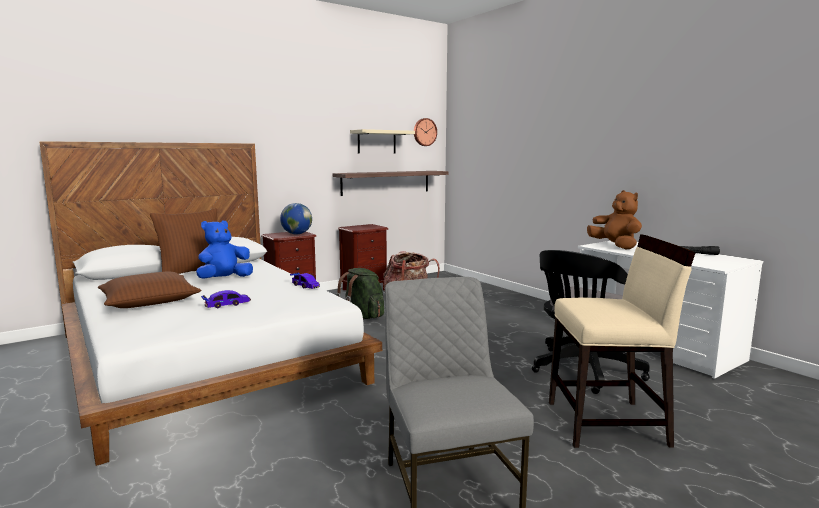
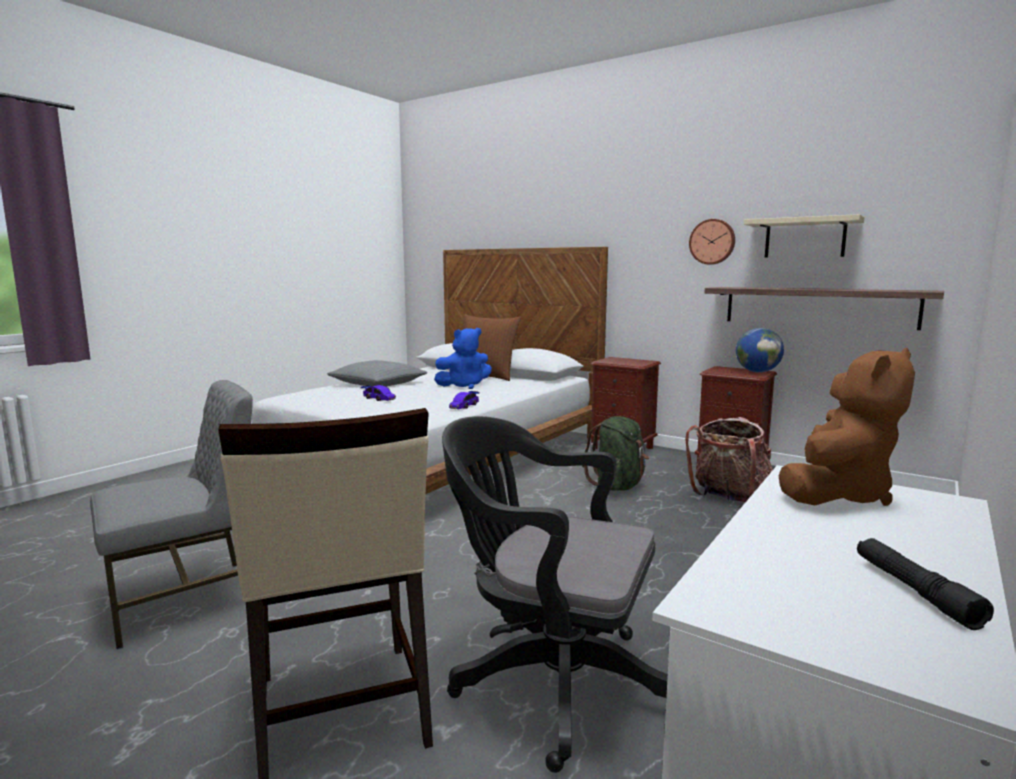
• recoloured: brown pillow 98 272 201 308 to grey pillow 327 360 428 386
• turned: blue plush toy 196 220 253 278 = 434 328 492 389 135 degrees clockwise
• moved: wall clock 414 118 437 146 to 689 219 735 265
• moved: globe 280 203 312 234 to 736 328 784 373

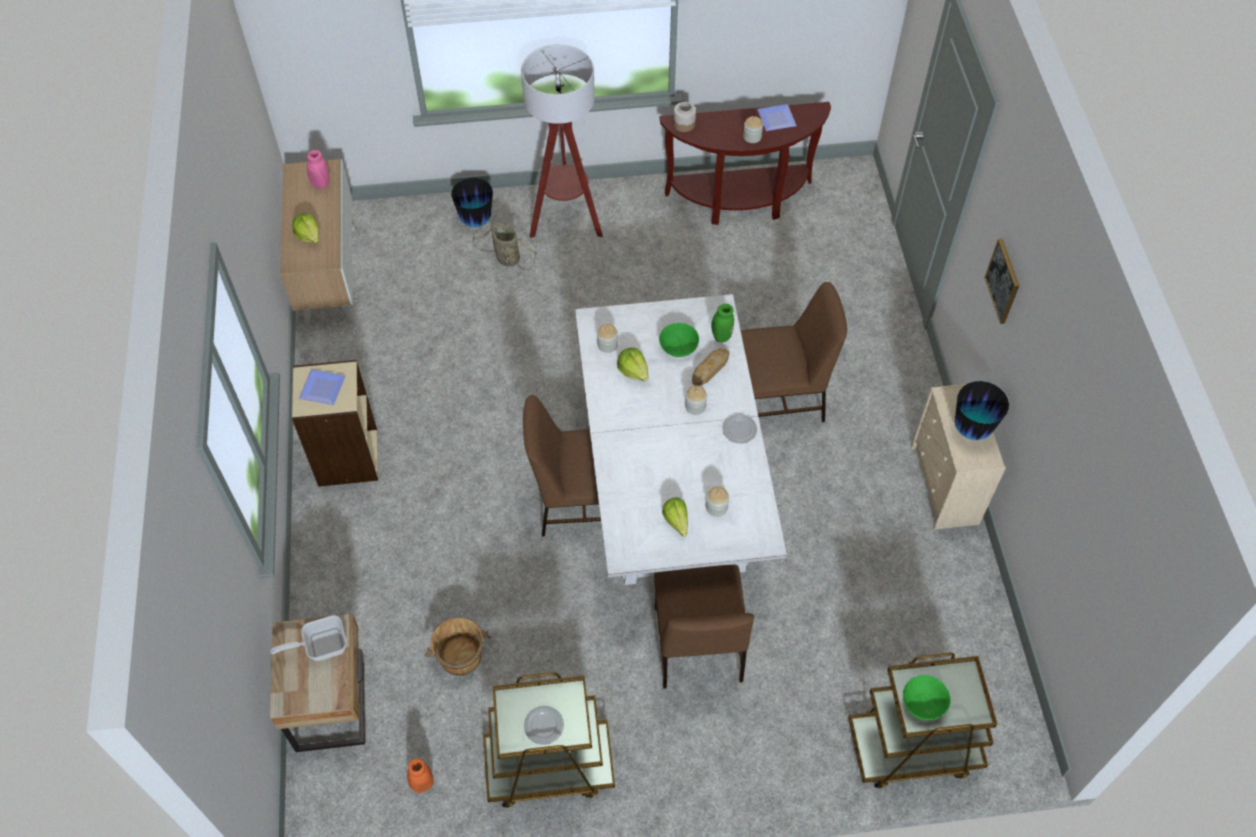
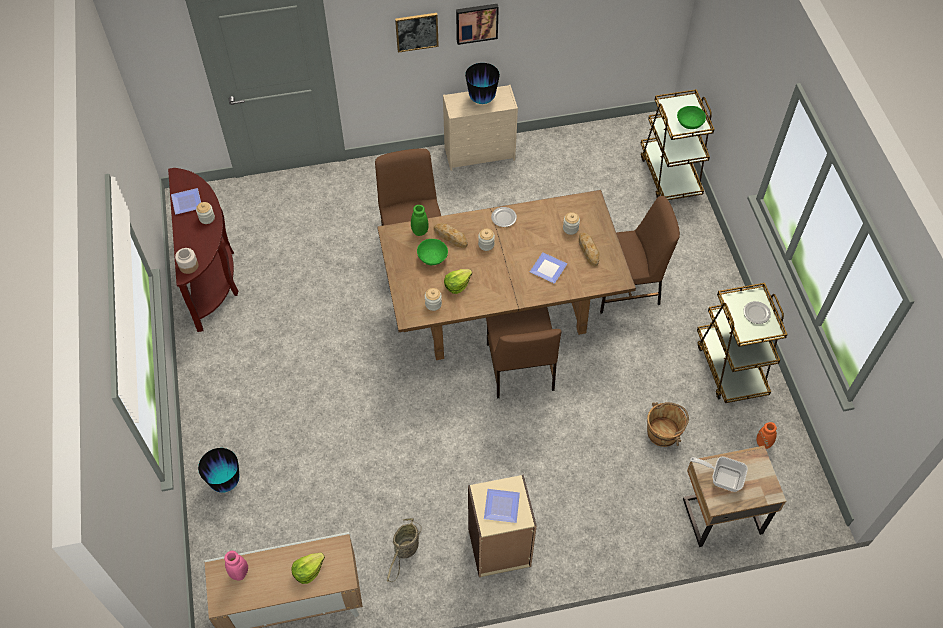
• recoloured: white dining table 575 294 787 585 to brown dining table 377 190 636 360
• moved: basket 473 223 537 270 to 387 518 422 582
• added: picture 456 4 499 45
• added: plate 530 252 567 283
• replaced: lettuce 662 498 688 537 to bread 579 233 599 266
• turned: frying pan 270 615 346 661 = 690 456 748 492 135 degrees clockwise
• removed: floor lamp 521 44 603 238

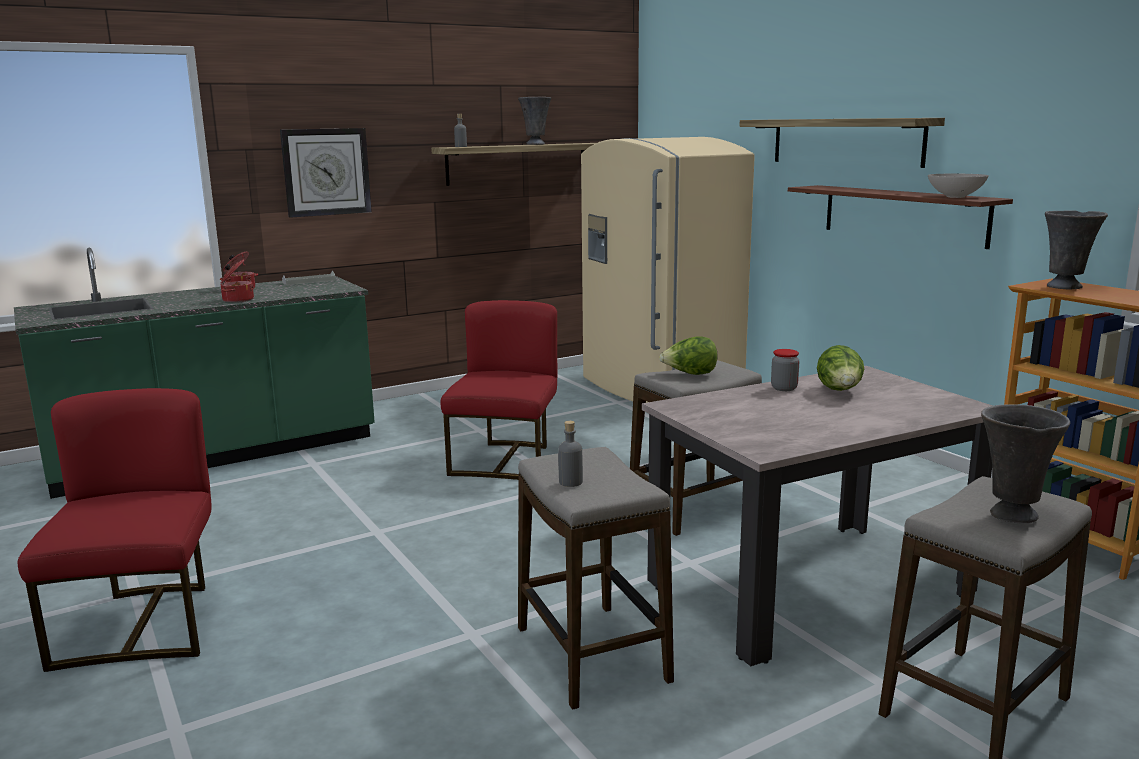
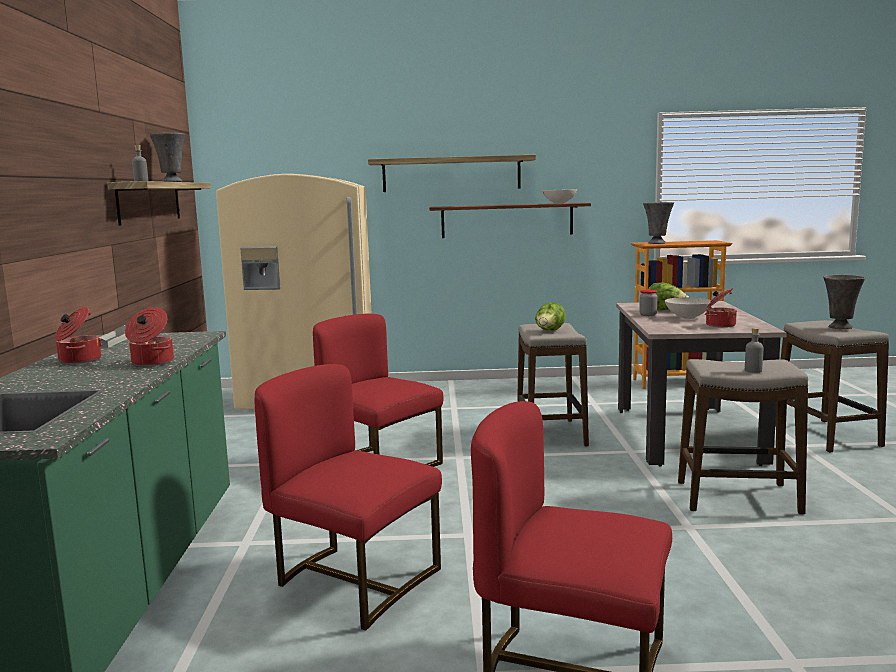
• added: red chair 255 364 442 631
• added: white bowl 665 297 712 319
• added: cooking pot 705 288 737 328
• removed: wall clock 280 128 372 218

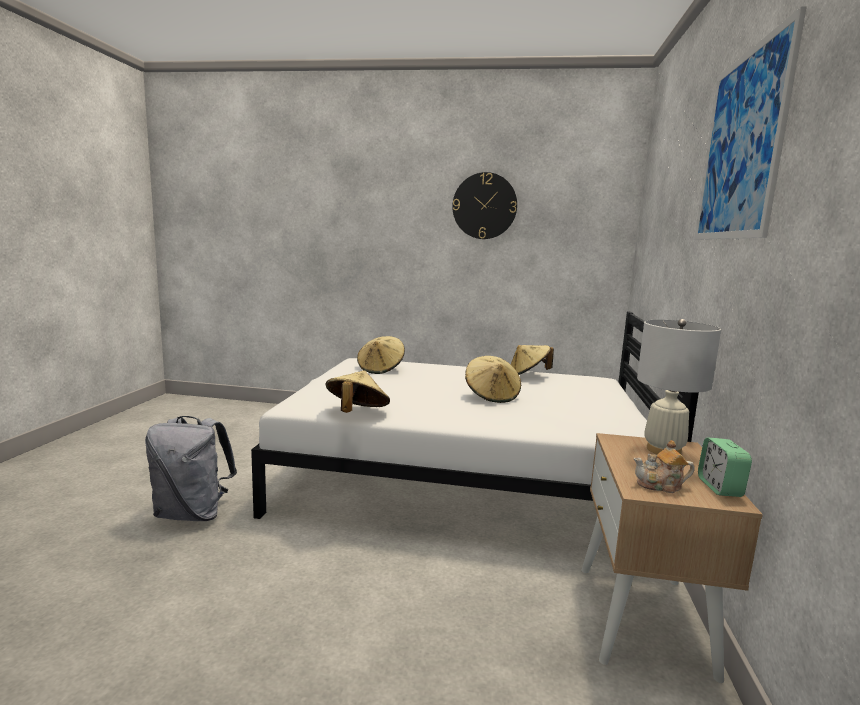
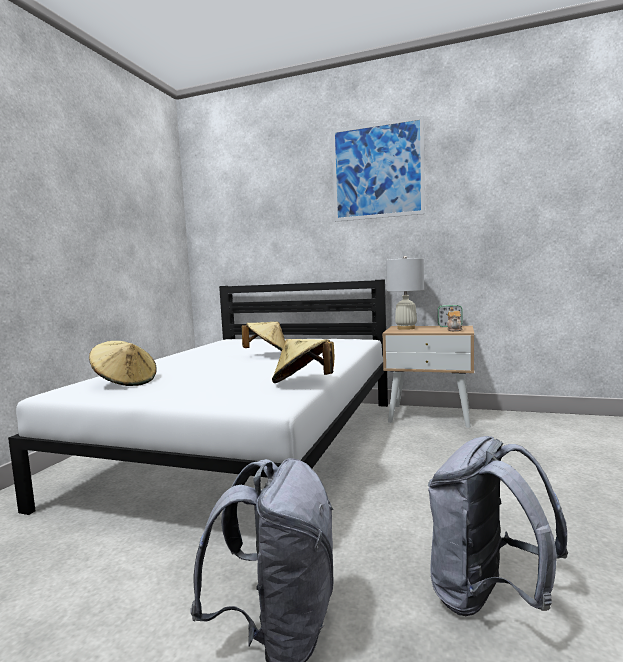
• added: grey backpack 428 436 568 616
• removed: wall clock 452 172 517 239
• removed: beige hat 511 345 554 375

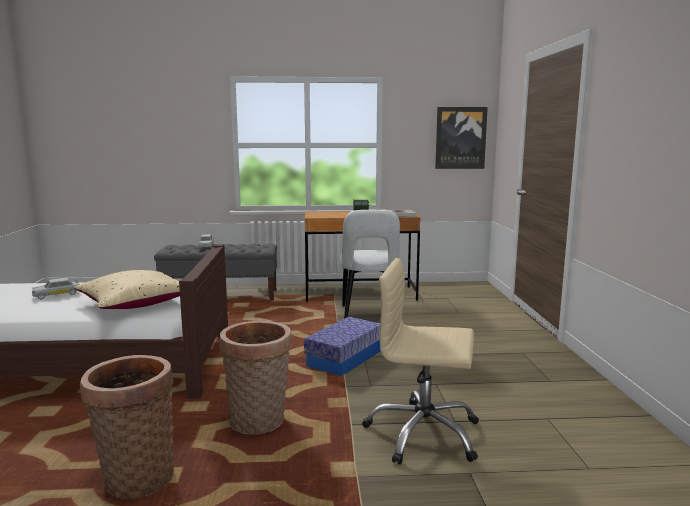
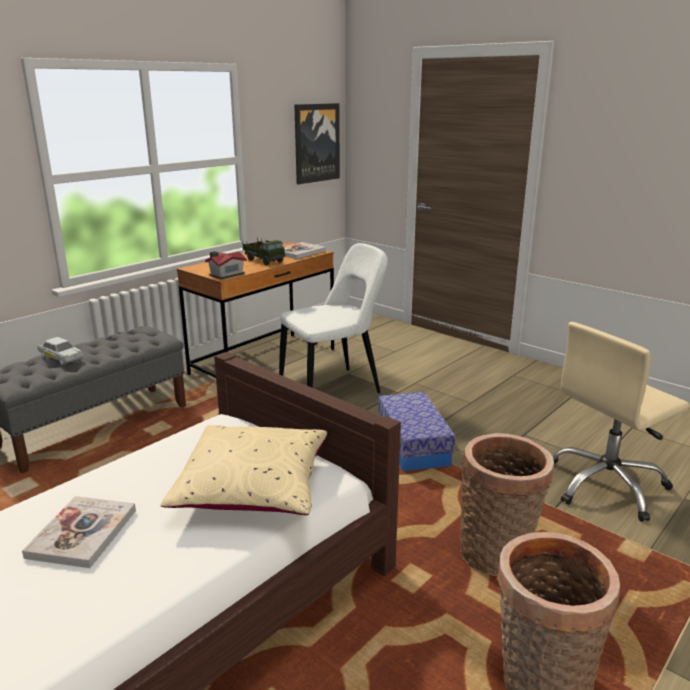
• replaced: white toy car 32 278 80 299 to book 22 496 136 568
• added: toy house 205 251 247 279
• turned: white chair 341 210 400 319 = 279 243 388 393 75 degrees counterclockwise

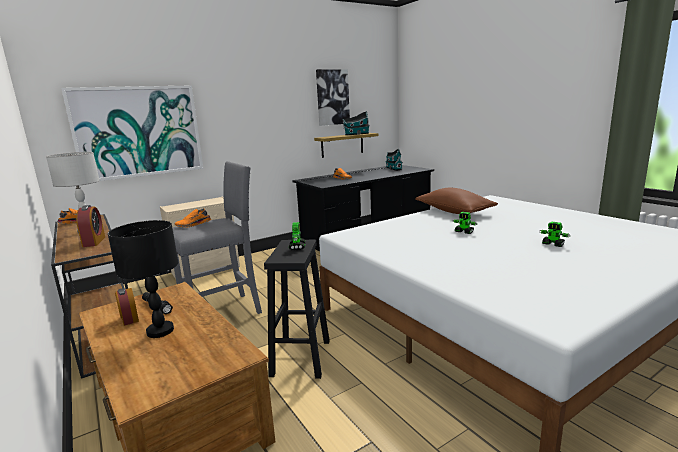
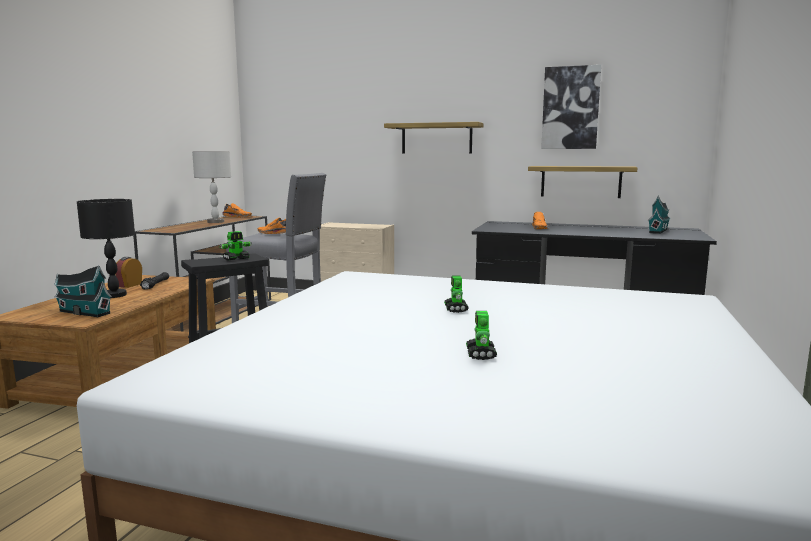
• moved: toy house 343 111 370 135 to 54 265 112 317
• added: shelf 384 122 484 154
• removed: picture 61 85 203 181
• removed: alarm clock 76 205 105 247
• removed: brown pillow 415 188 498 214

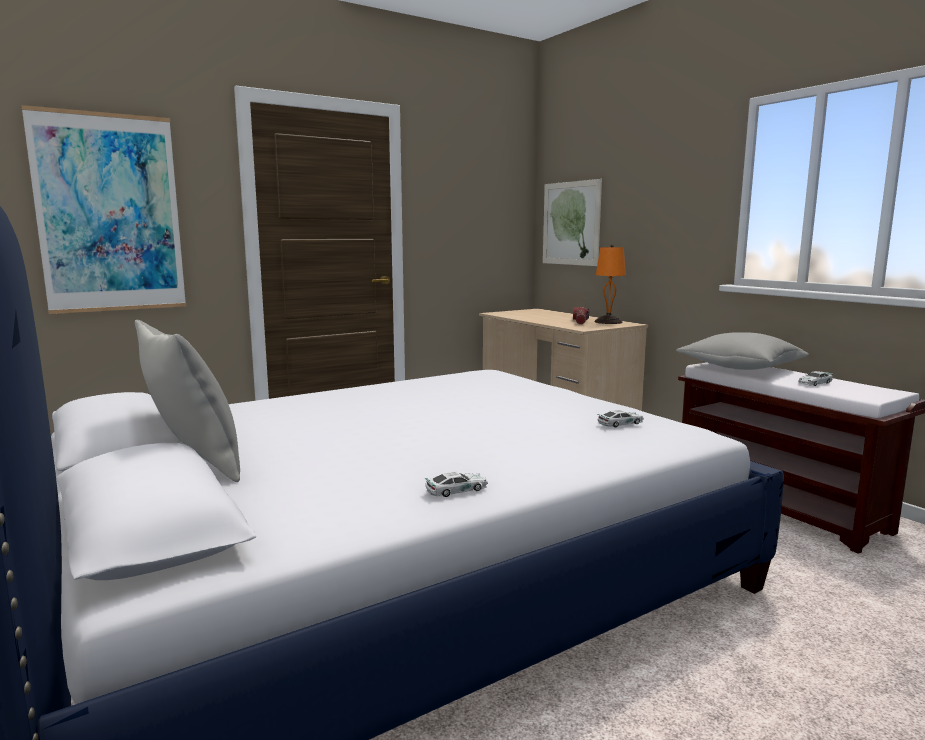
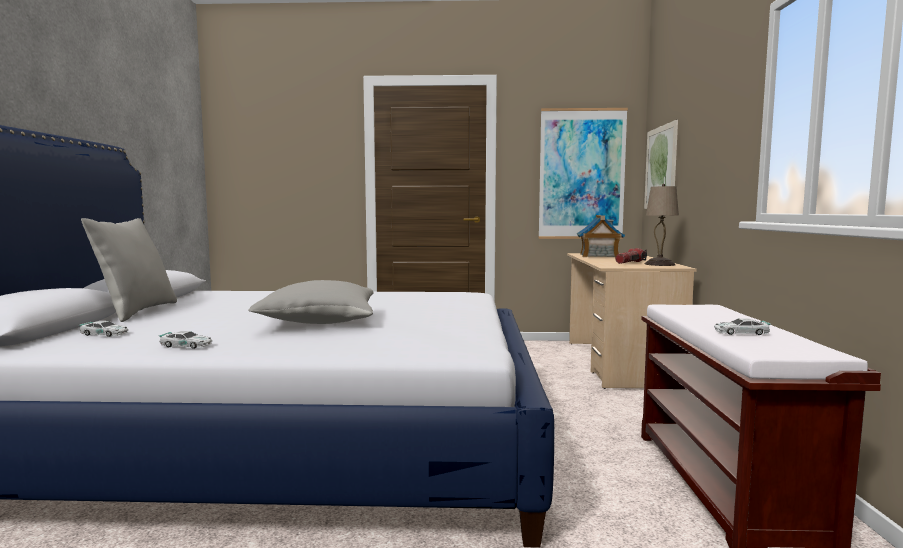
• moved: toy car 598 410 644 428 to 79 321 128 337
• moved: grey pillow 676 332 809 370 to 248 280 374 324
• moved: picture 22 105 186 314 to 539 108 628 239
• added: toy house 577 215 625 258
• recoloured: orange table lamp 594 244 626 324 to beige table lamp 645 184 679 266

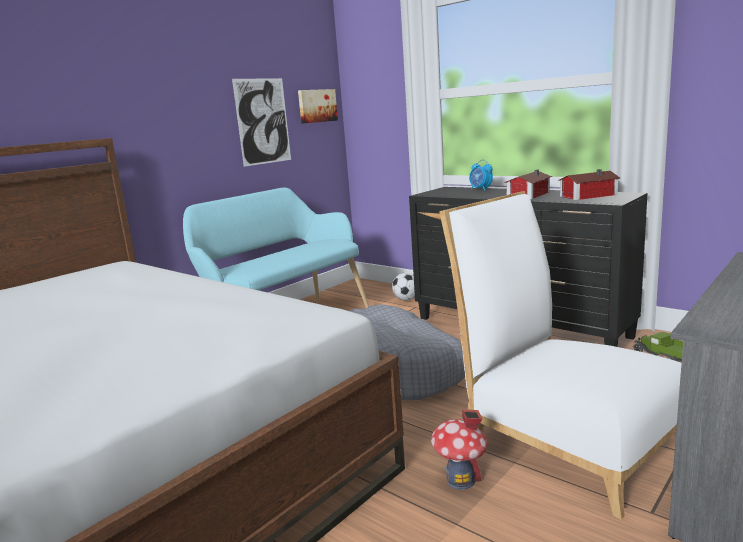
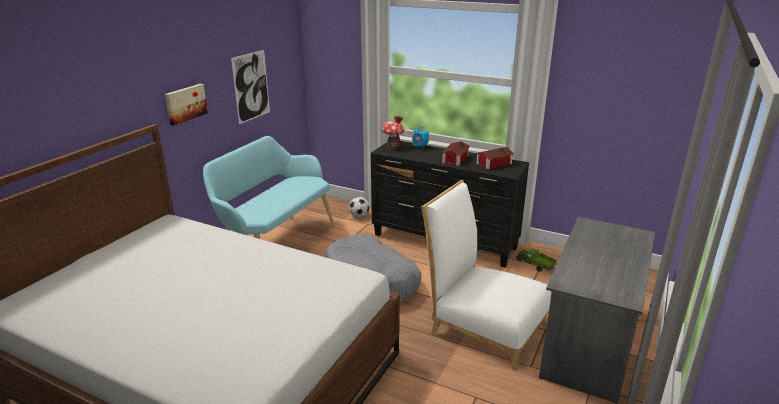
• moved: picture 298 89 338 124 to 165 84 208 126
• moved: toy house 431 409 487 490 to 381 116 404 149

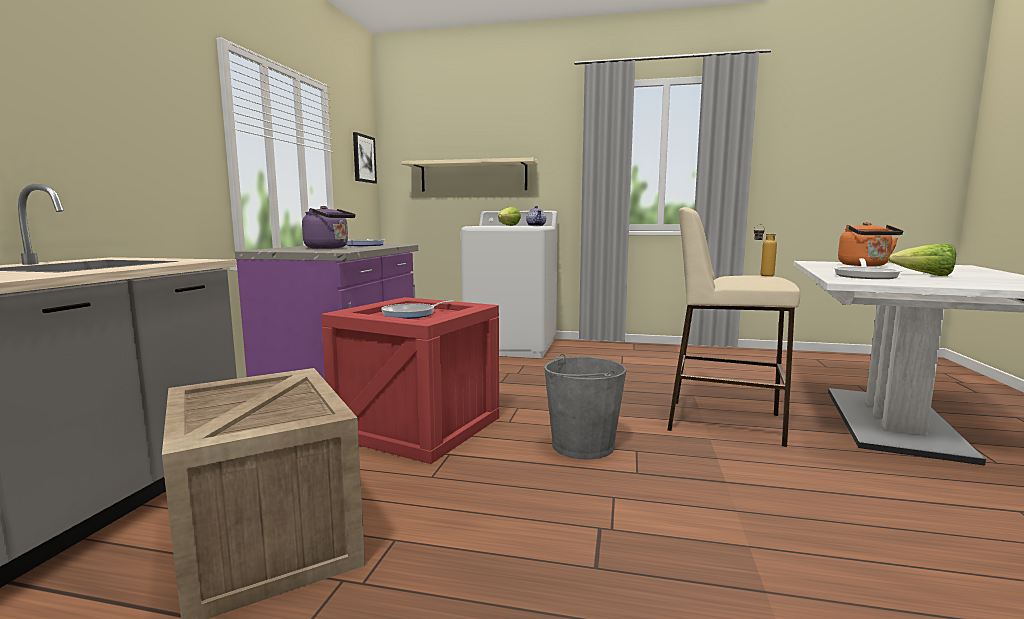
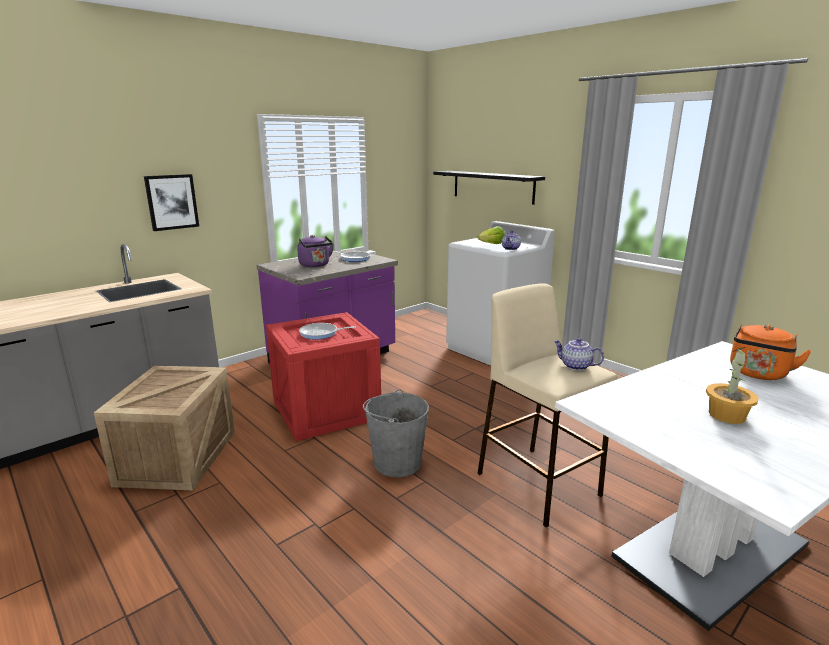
• moved: picture 353 132 377 183 to 144 174 199 231
• recoloured: beige shelf 402 158 538 192 to black shelf 433 171 545 205
• replaced: bottle 754 224 777 276 to teapot 554 338 604 371
• replaced: lettuce 888 243 956 276 to potted plant 706 347 759 424
• removed: frying pan 833 258 903 279

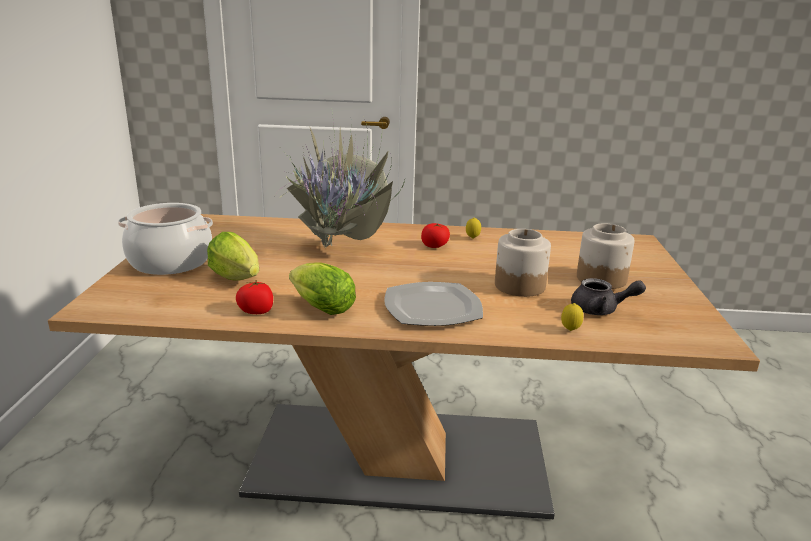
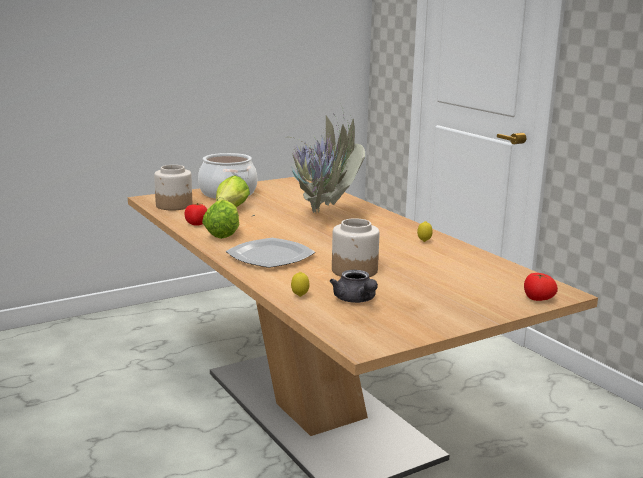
• moved: jar 577 223 635 289 to 154 165 192 210
• moved: tomato 421 223 450 248 to 524 273 558 301

